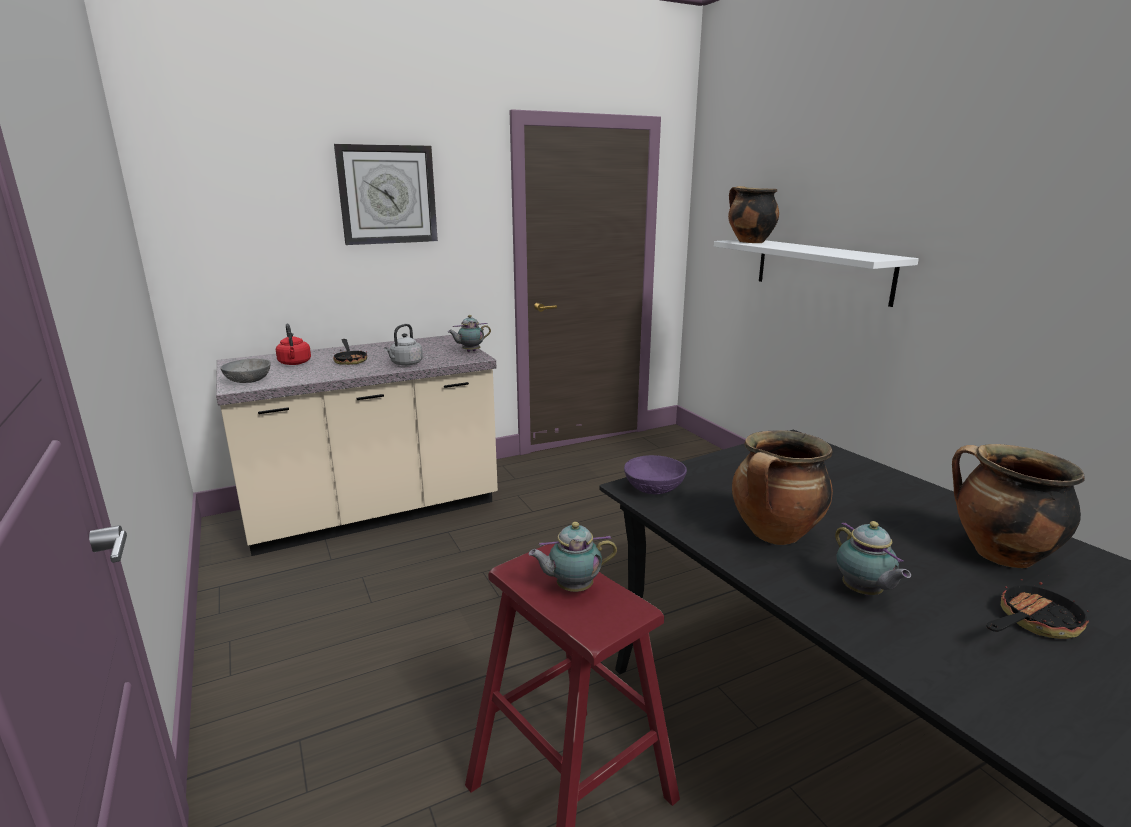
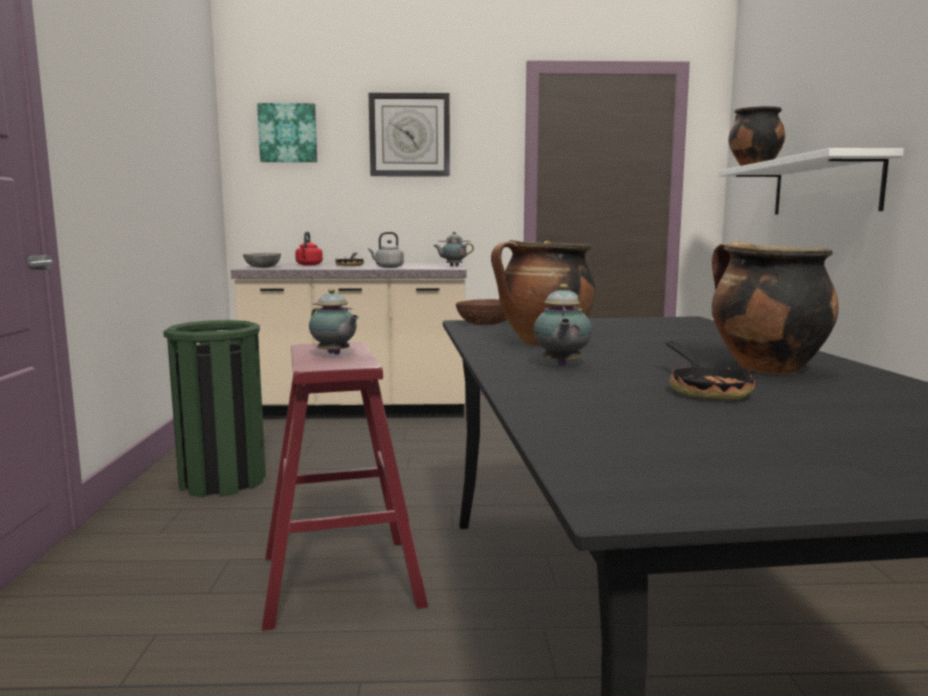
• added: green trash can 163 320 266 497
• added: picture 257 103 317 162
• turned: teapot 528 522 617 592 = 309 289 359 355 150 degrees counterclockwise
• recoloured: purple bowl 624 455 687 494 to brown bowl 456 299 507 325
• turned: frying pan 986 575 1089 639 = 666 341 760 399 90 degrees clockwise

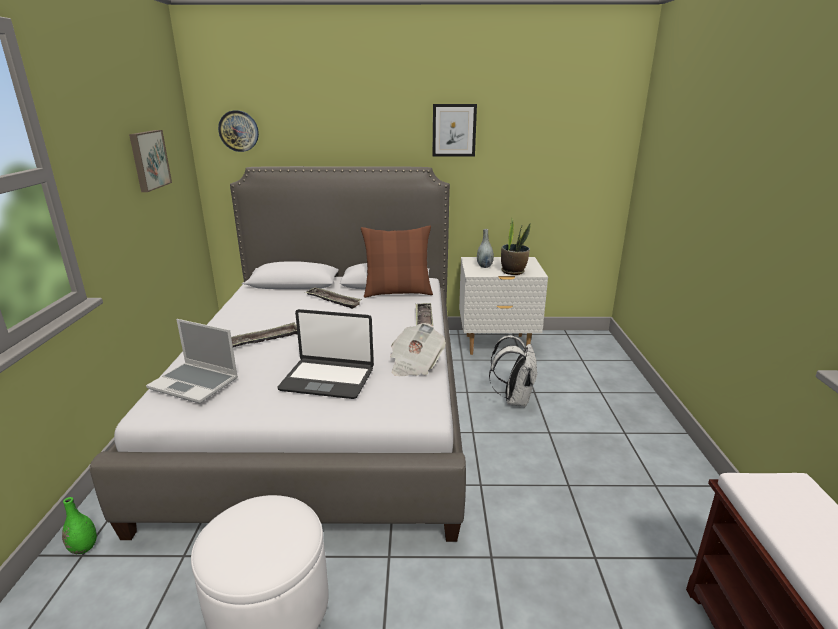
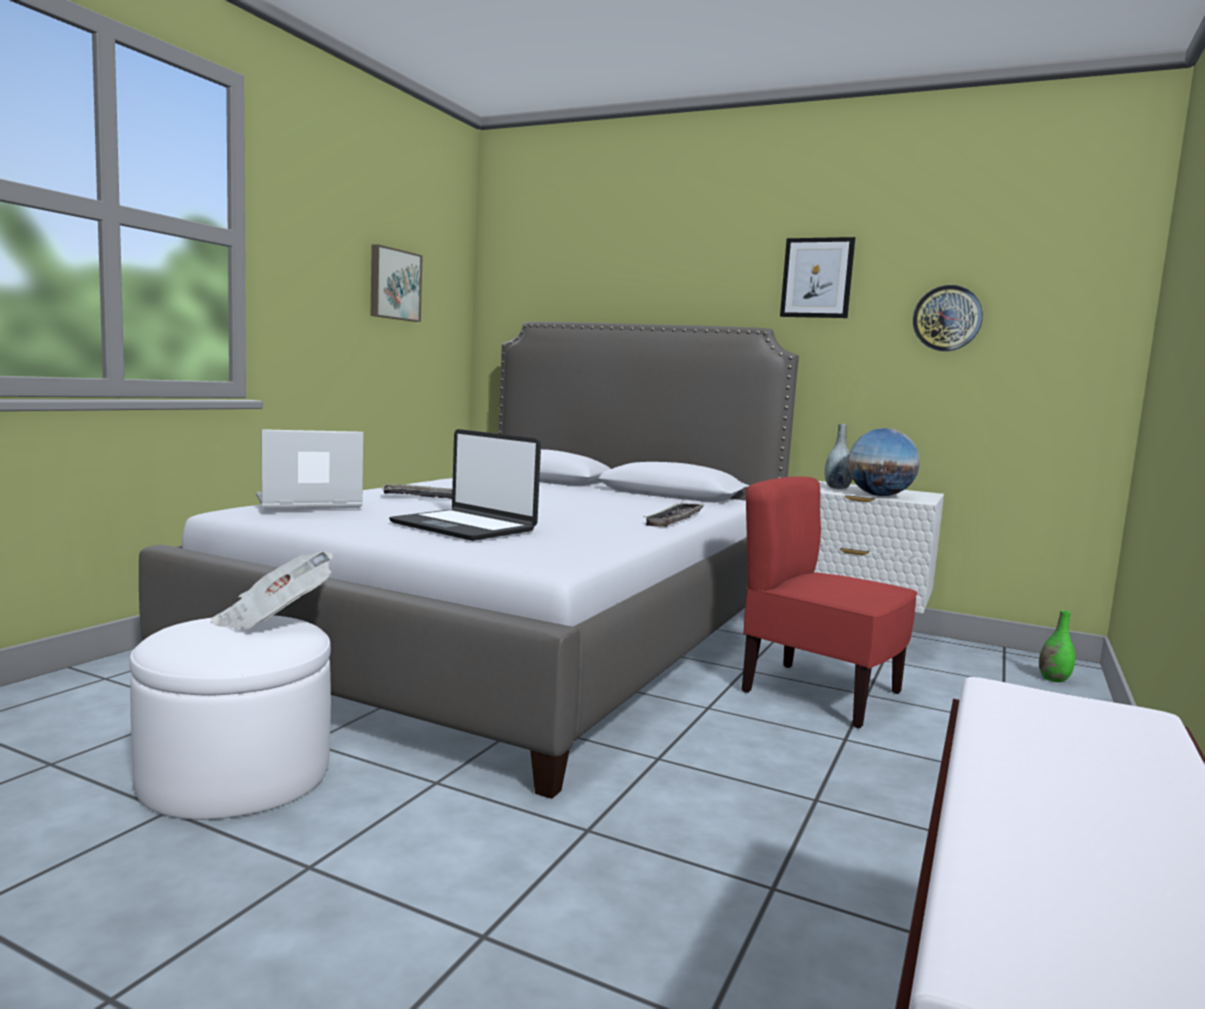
• moved: newspaper 390 323 446 376 to 210 551 334 630
• turned: laptop 146 319 238 404 = 256 429 364 509 105 degrees clockwise
• replaced: white backpack 489 335 537 407 to red chair 742 476 918 729
• replaced: potted plant 501 219 531 275 to globe 848 428 920 496
• moved: wall clock 218 110 259 152 to 913 285 983 351
• moved: green vase 62 497 97 554 to 1039 610 1075 682
• removed: tray 305 287 362 309
• removed: brown pillow 361 226 433 298

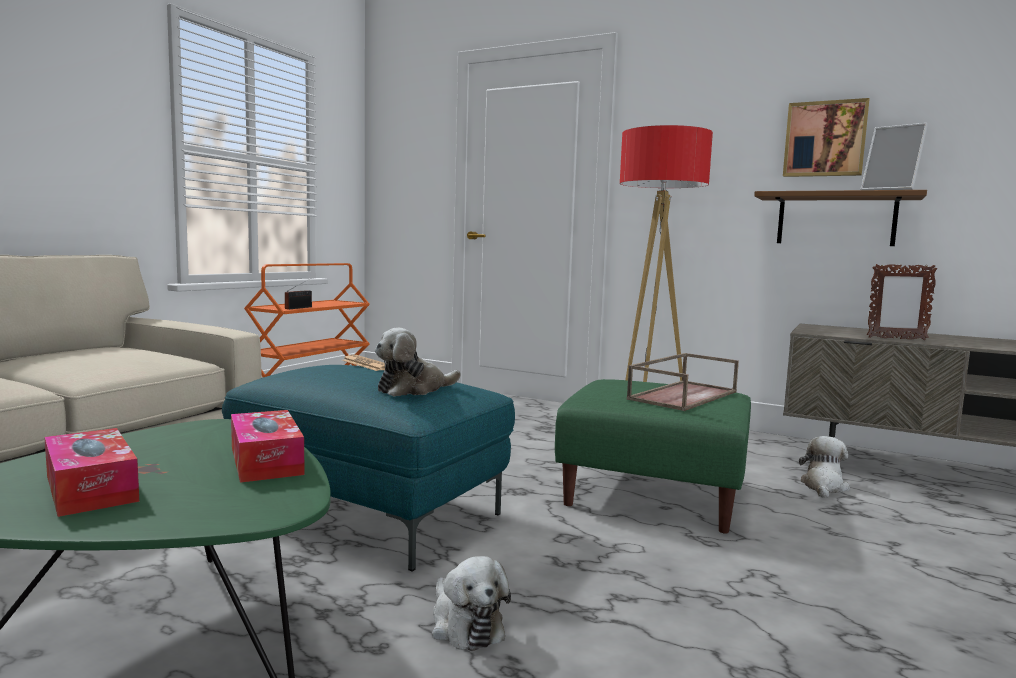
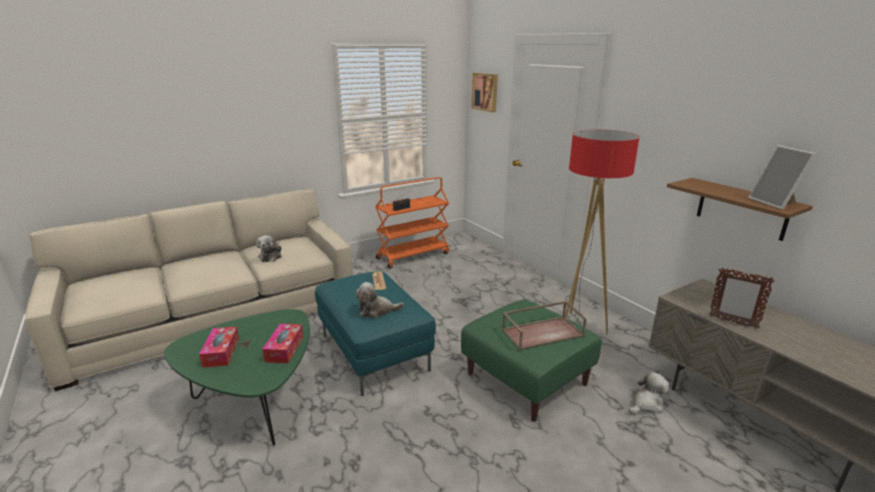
• moved: plush toy 432 556 511 651 to 256 235 282 262
• moved: picture 783 98 869 177 to 472 73 498 112

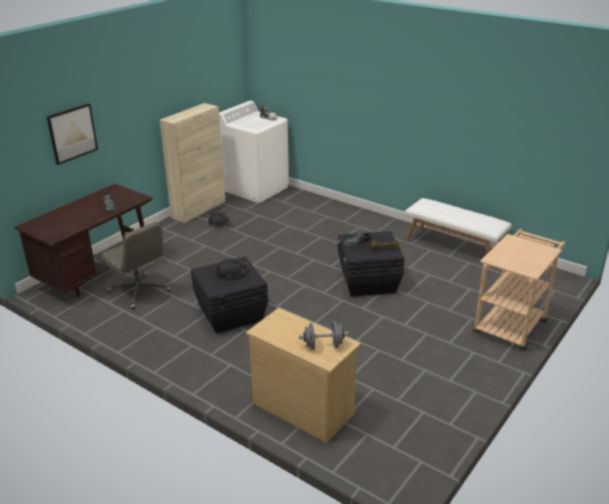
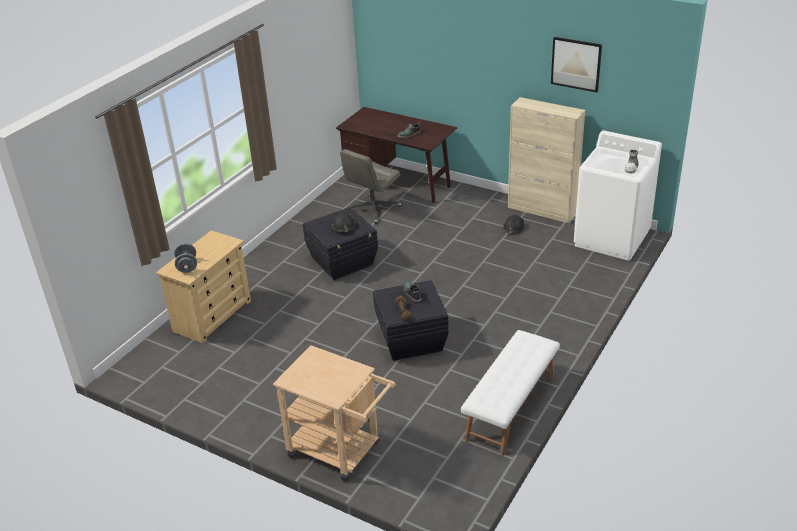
• moved: picture 47 103 98 165 to 551 37 602 92

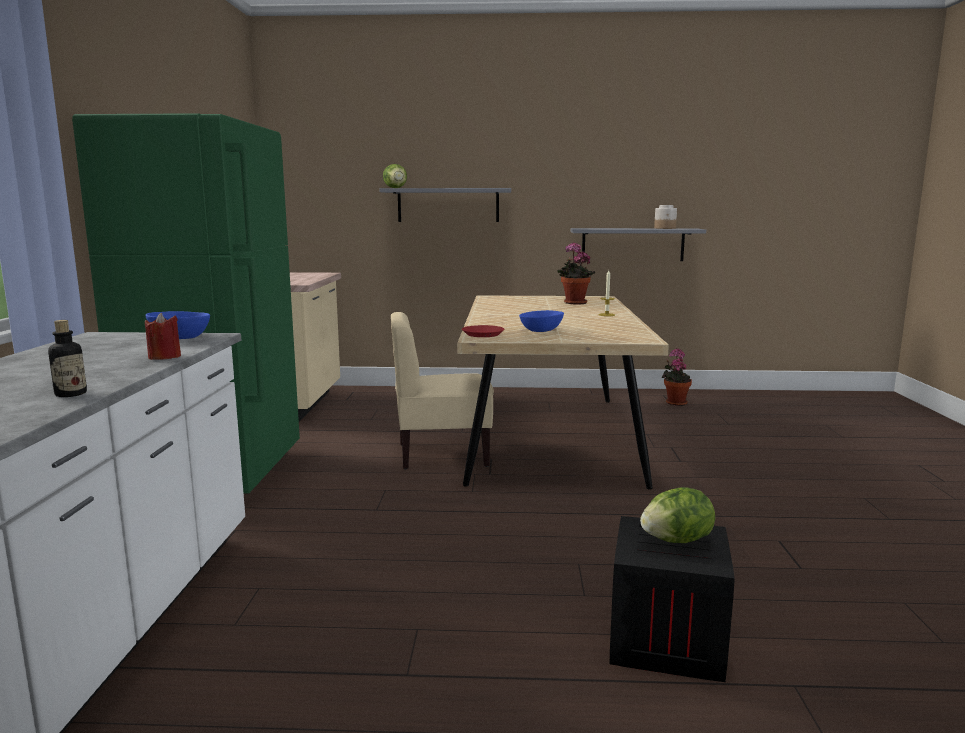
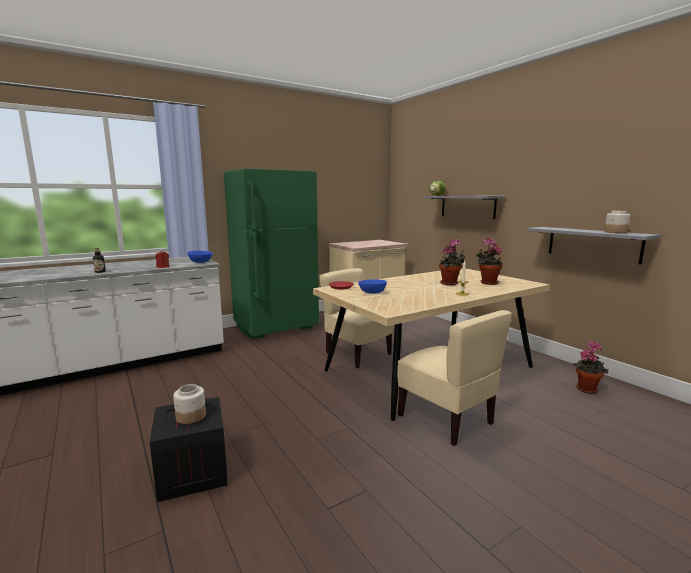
• replaced: lettuce 640 487 715 543 to jar 173 384 206 424
• added: beige chair 397 310 512 446
• added: potted plant 439 238 466 285

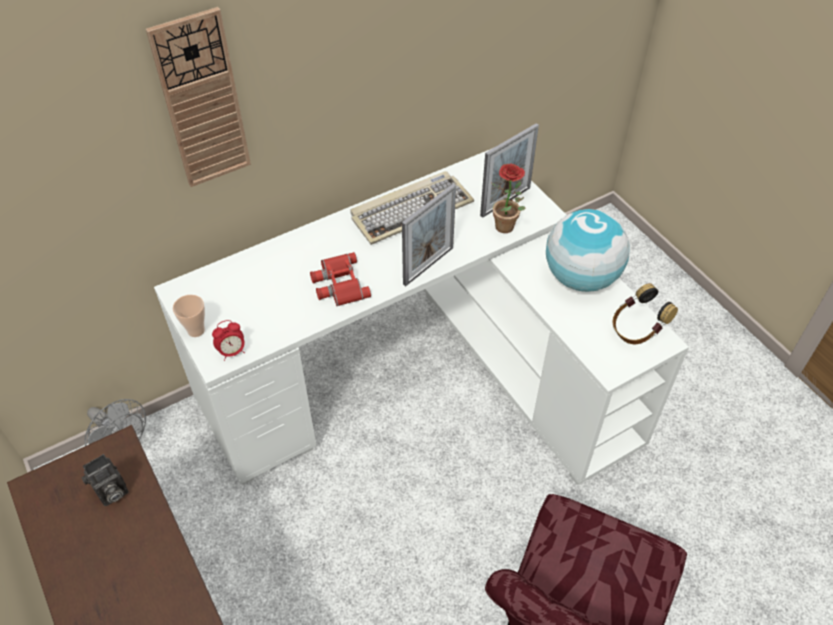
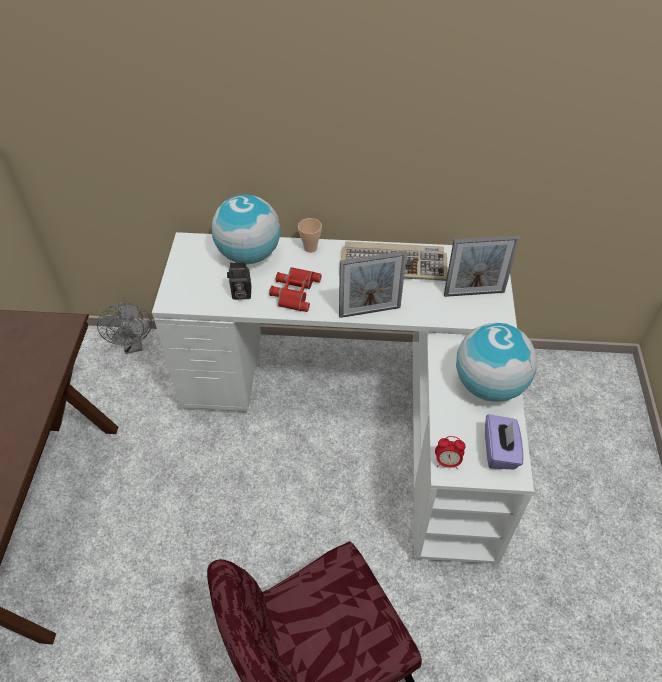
• added: globe 211 194 281 264
• moved: photo camera 81 454 129 506 to 227 262 251 300
• moved: cup 173 295 205 337 to 298 218 322 253
• moved: alarm clock 212 320 245 361 to 435 436 465 469
• replaced: headphones 612 283 678 344 to purple tissue box 485 414 524 470
• removed: wall clock 146 7 251 187
• removed: potted plant 490 163 525 233

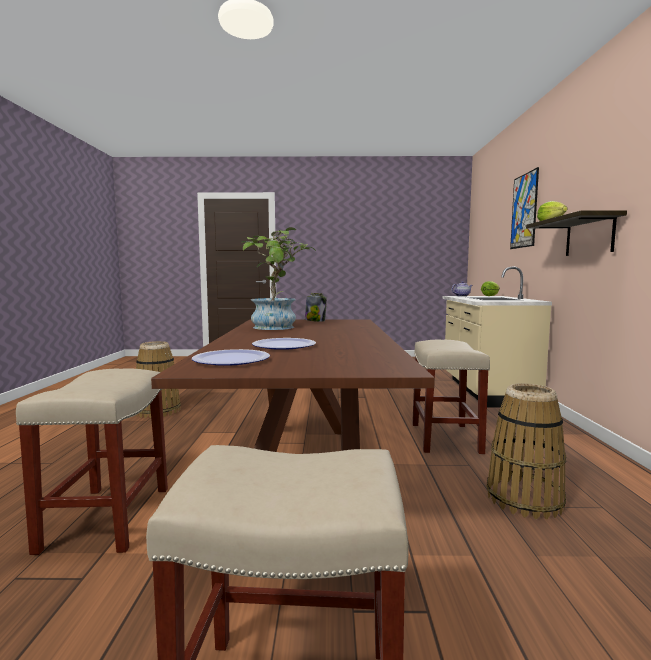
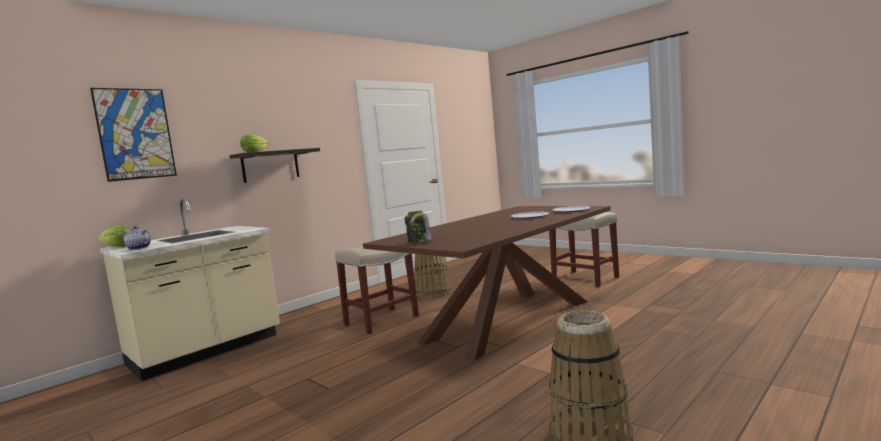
• removed: beige stool 16 368 168 555
• removed: potted plant 241 227 316 330

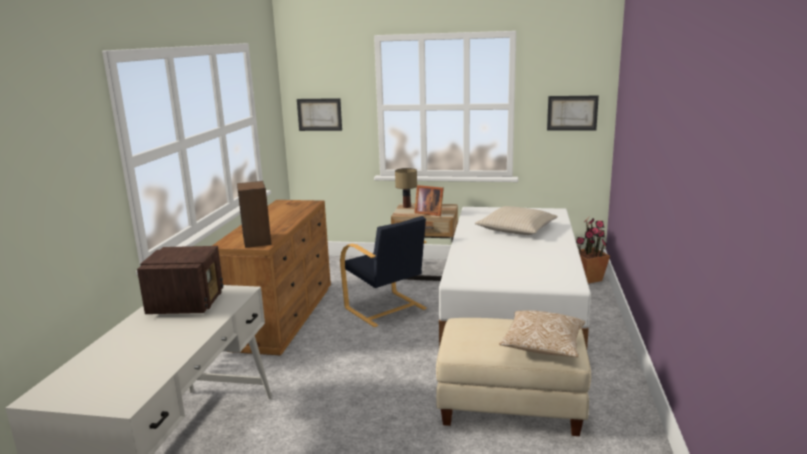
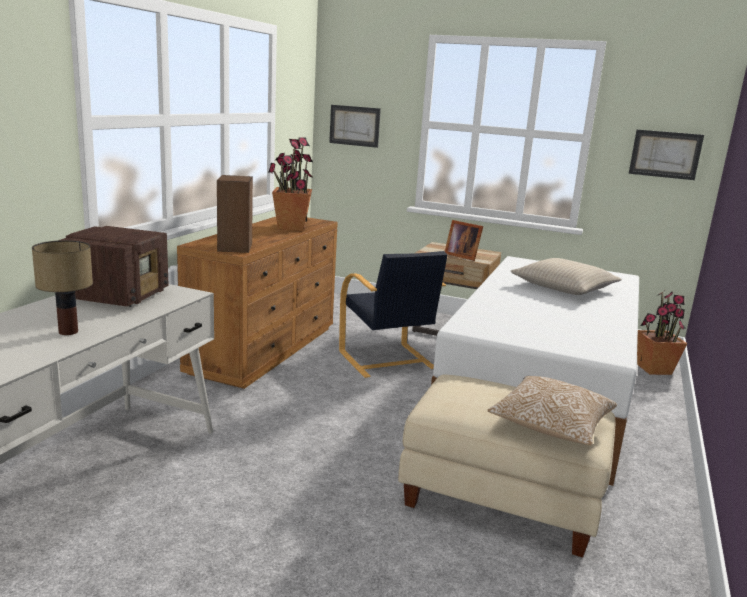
• moved: table lamp 395 168 417 208 to 32 240 93 335
• added: potted plant 268 137 313 231

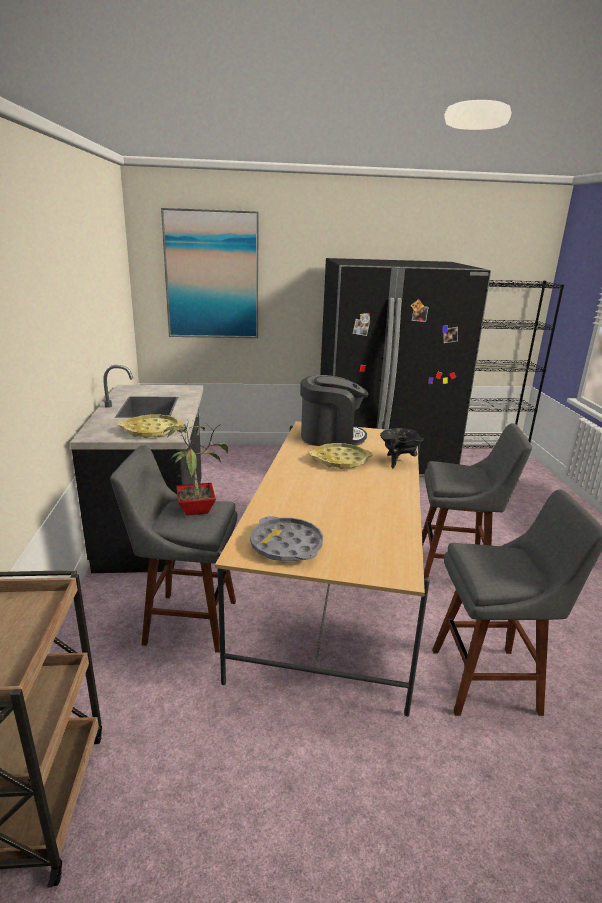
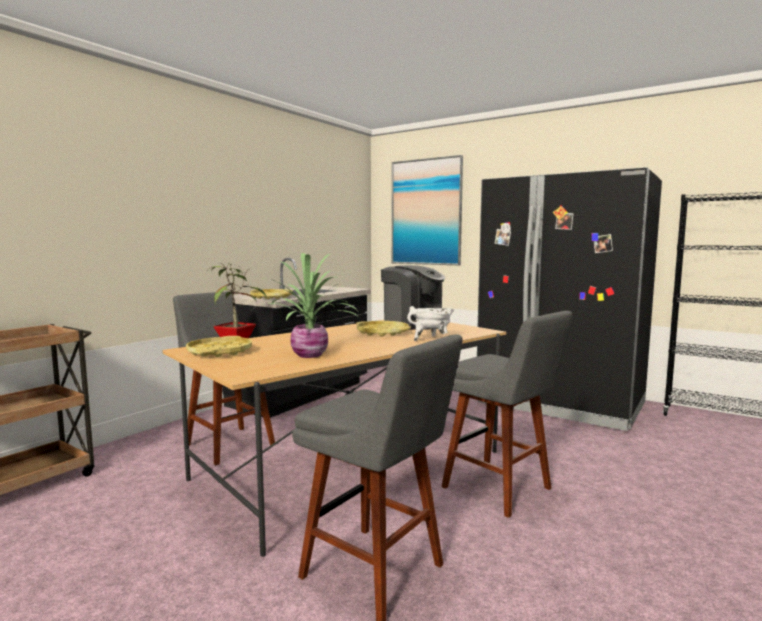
• recoloured: grey tray 250 516 323 561 to yellow tray 186 336 252 357
• added: potted plant 254 253 359 358
• recoloured: black cooking pot 380 428 424 468 to white cooking pot 407 306 454 341

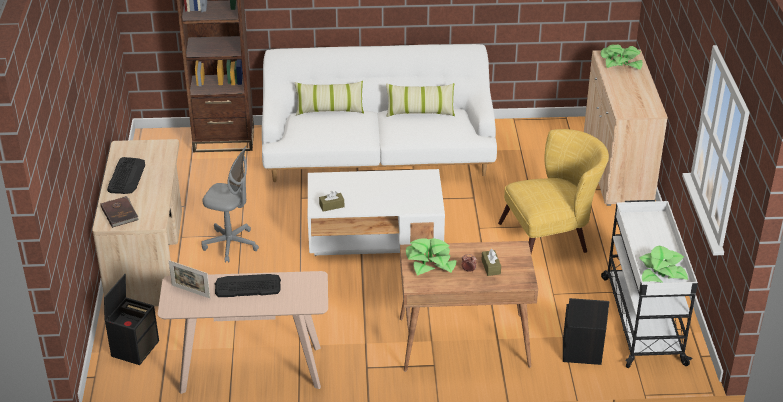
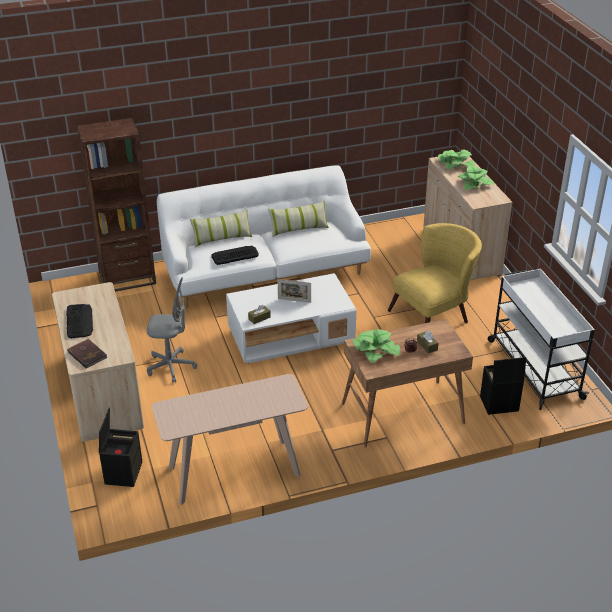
• moved: keyboard 215 274 281 297 to 211 246 259 265
• moved: picture frame 169 260 210 298 to 277 279 311 303
• moved: potted plant 639 246 688 283 to 458 166 495 190

